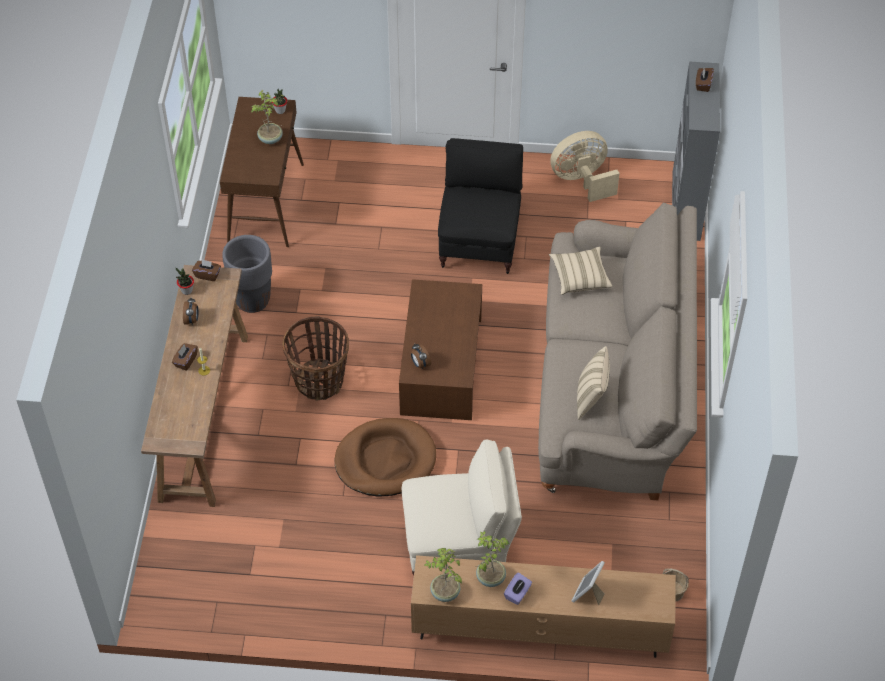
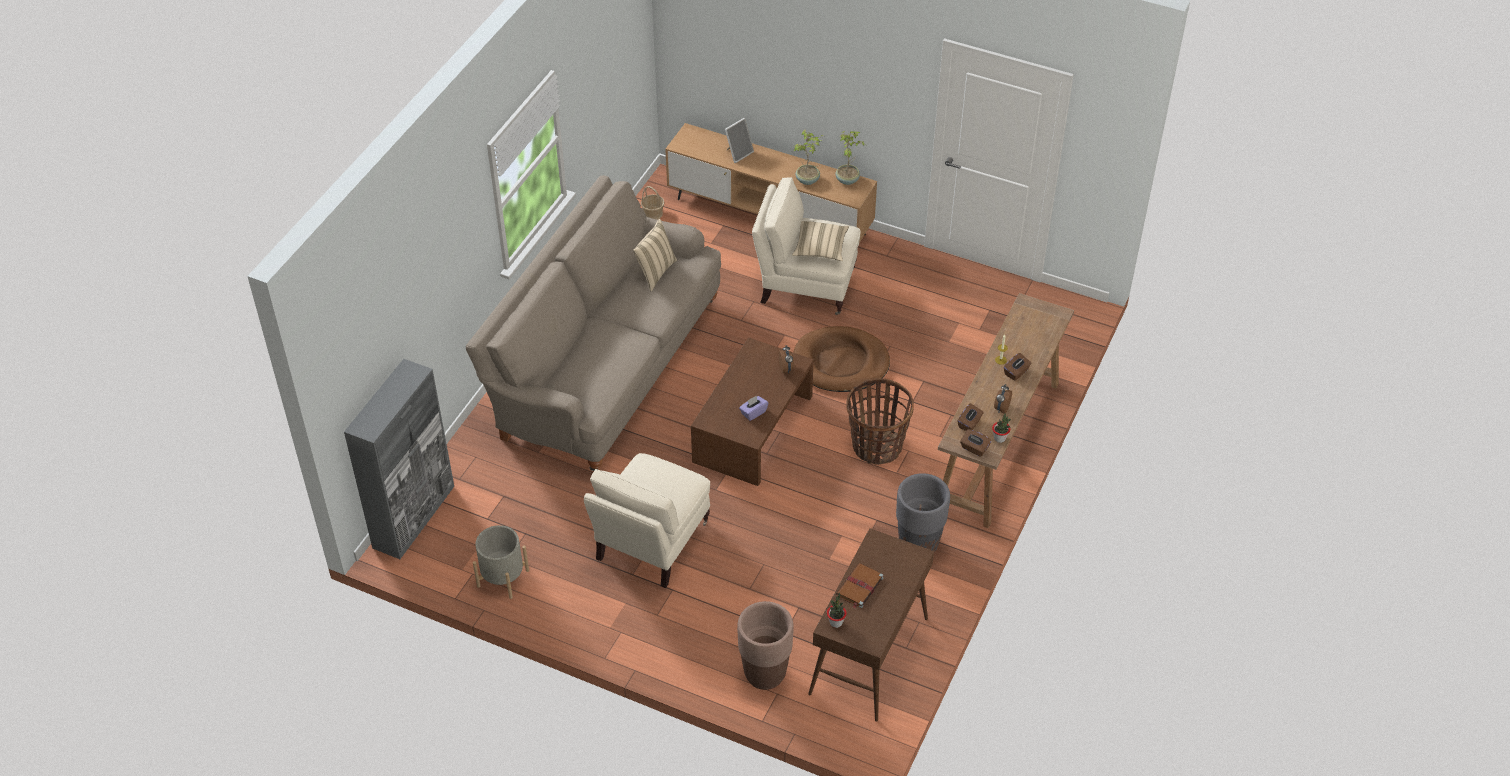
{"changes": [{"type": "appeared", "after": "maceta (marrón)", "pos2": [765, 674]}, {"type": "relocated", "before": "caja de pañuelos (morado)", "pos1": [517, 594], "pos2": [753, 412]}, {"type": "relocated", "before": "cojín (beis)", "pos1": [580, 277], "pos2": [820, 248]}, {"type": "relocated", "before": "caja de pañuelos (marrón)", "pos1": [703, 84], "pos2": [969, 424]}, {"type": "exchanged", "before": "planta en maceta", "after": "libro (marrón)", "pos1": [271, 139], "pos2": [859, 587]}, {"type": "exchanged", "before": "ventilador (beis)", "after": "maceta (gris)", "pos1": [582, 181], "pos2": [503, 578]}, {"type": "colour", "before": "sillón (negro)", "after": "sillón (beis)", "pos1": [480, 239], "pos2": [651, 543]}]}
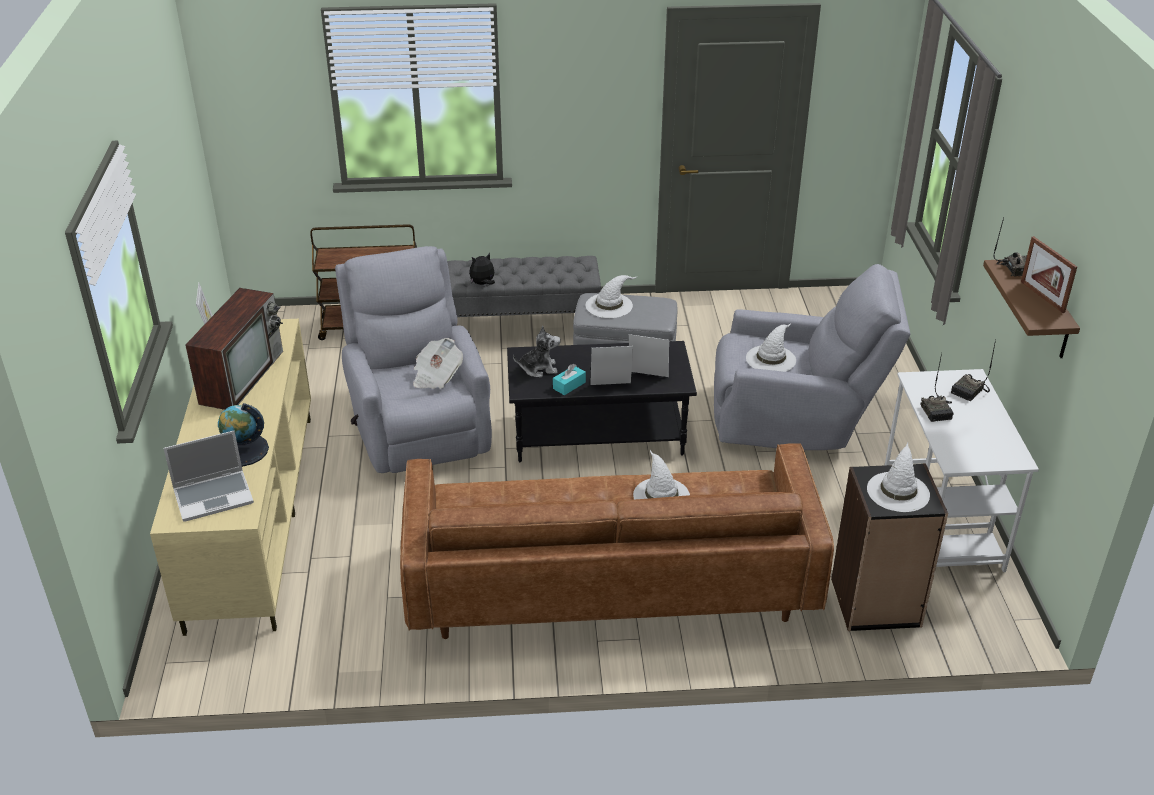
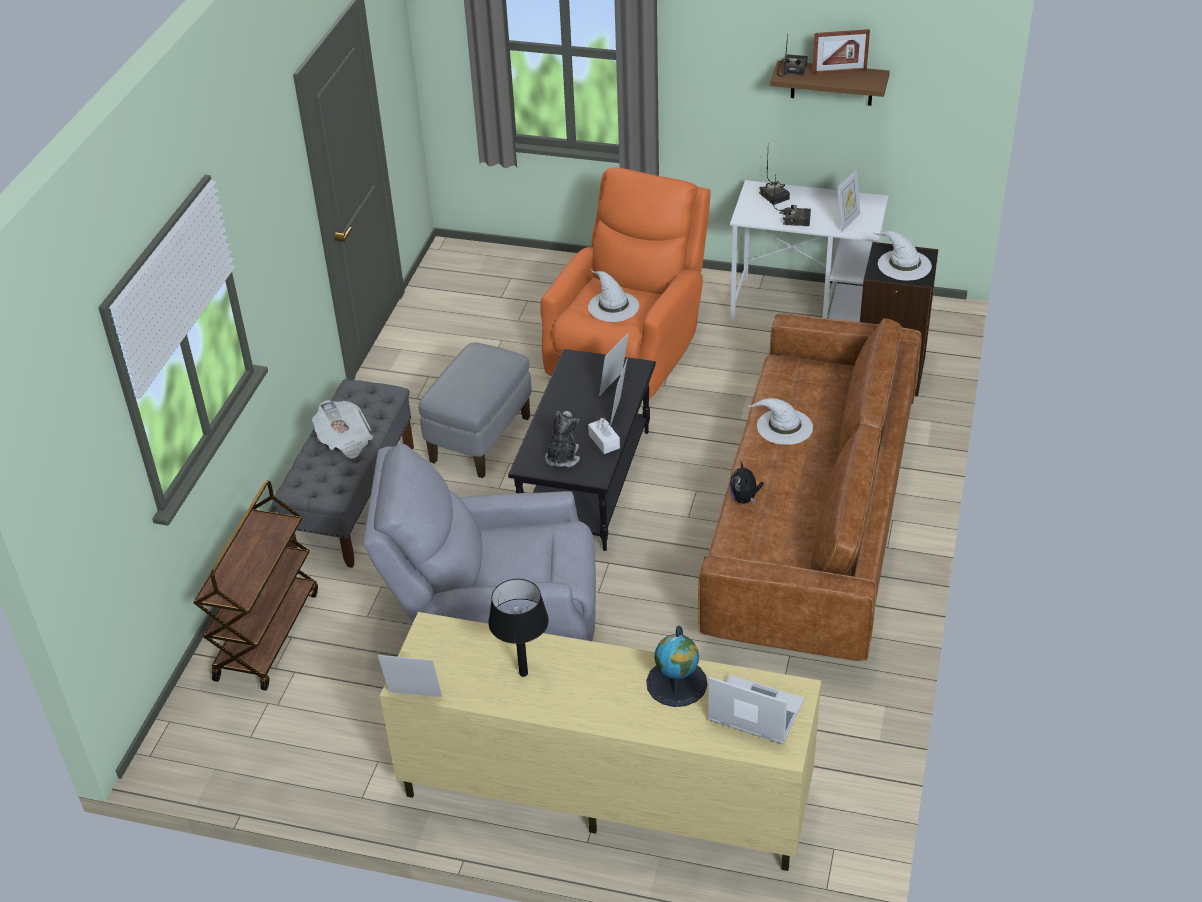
{"changes": [{"type": "missing", "before": "sombrero (blanco)", "pos1": [609, 305]}, {"type": "appeared", "after": "portarretratos", "pos2": [847, 221]}, {"type": "relocated", "before": "periódico", "pos1": [436, 376], "pos2": [345, 440]}, {"type": "relocated", "before": "peluche", "pos1": [483, 284], "pos2": [744, 499]}, {"type": "exchanged", "before": "televisor", "after": "lámpara de mesa (negro)", "pos1": [242, 376], "pos2": [523, 673]}, {"type": "colour", "before": "caja de pañuelos (turquesa)", "after": "caja de pañuelos (blanco)", "pos1": [569, 385], "pos2": [604, 441]}, {"type": "colour", "before": "sillón (gris)", "after": "sillón (naranja)", "pos1": [796, 419], "pos2": [628, 347]}, {"type": "spun", "before": "portátil", "pos1": [214, 496], "pos2": [754, 712], "turn": -60}]}
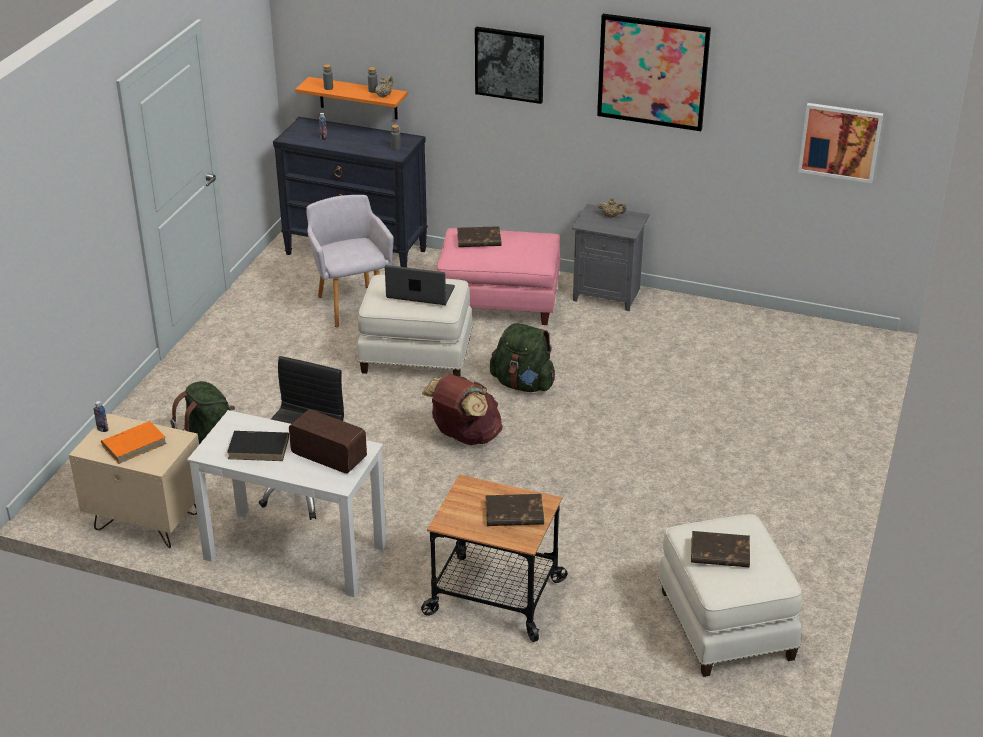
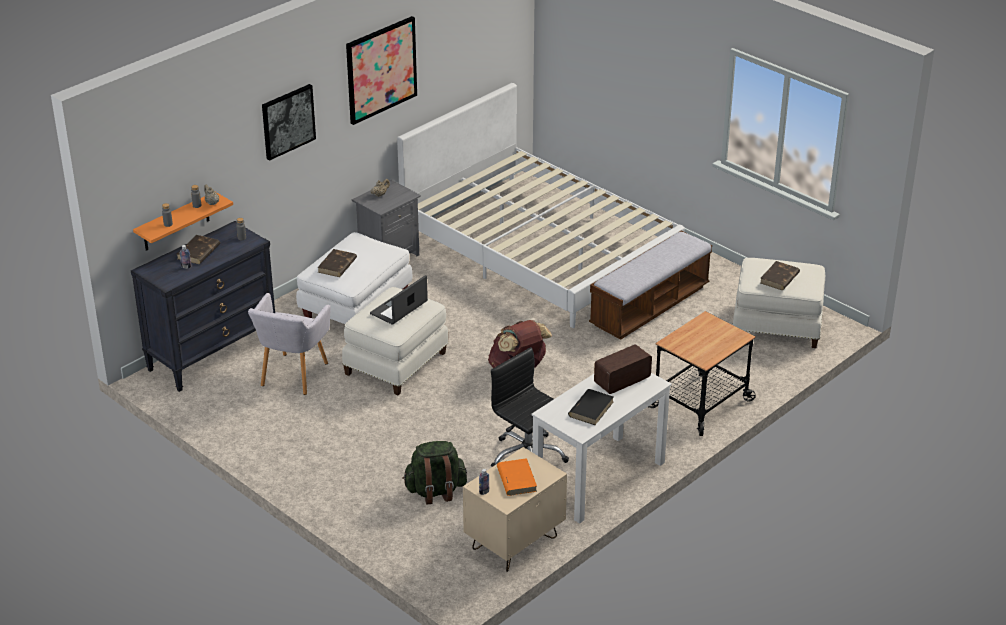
{"changes": [{"type": "missing", "before": "mochila (verde)", "pos1": [523, 384]}, {"type": "missing", "before": "cuadro", "pos1": [840, 142]}, {"type": "appeared", "after": "cama (blanco)", "pos2": [540, 248]}, {"type": "appeared", "after": "banco", "pos2": [650, 306]}, {"type": "relocated", "before": "libro (marrón)", "pos1": [513, 514], "pos2": [198, 252]}, {"type": "colour", "before": "puf (rosa)", "after": "puf (blanco)", "pos1": [500, 302], "pos2": [355, 306]}, {"type": "spun", "before": "sillón (gris)", "pos1": [351, 303], "pos2": [292, 376], "turn": -75}]}
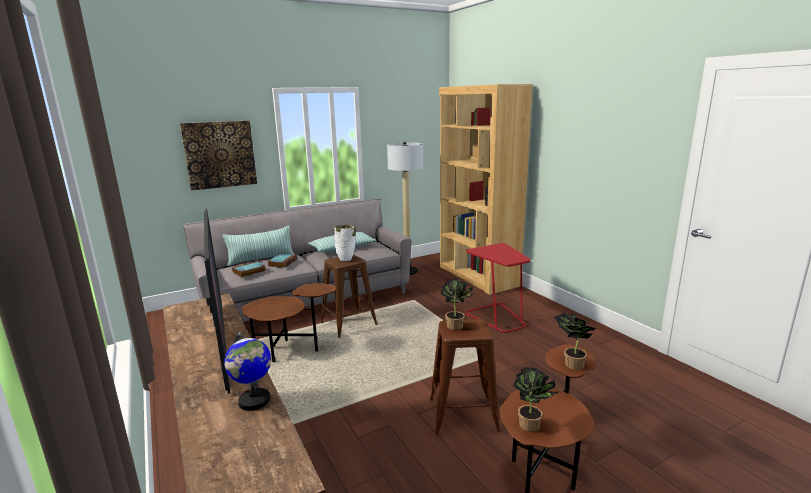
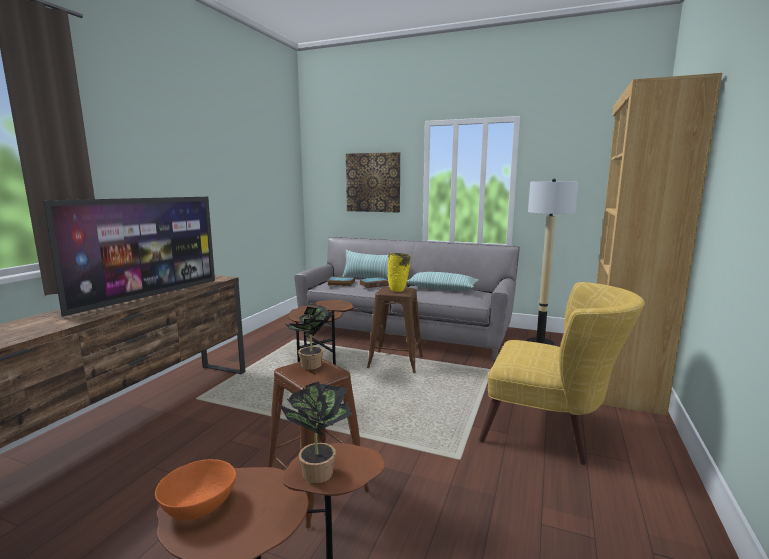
{"changes": [{"type": "missing", "before": "globo terráqueo", "pos1": [254, 401]}, {"type": "exchanged", "before": "mesa auxiliar (rojo)", "after": "sillón (amarillo)", "pos1": [497, 318], "pos2": [551, 430]}, {"type": "exchanged", "before": "planta en maceta", "after": "cuenco (naranja)", "pos1": [532, 426], "pos2": [198, 505]}, {"type": "colour", "before": "florero (blanco)", "after": "florero (amarillo)", "pos1": [347, 259], "pos2": [398, 291]}]}
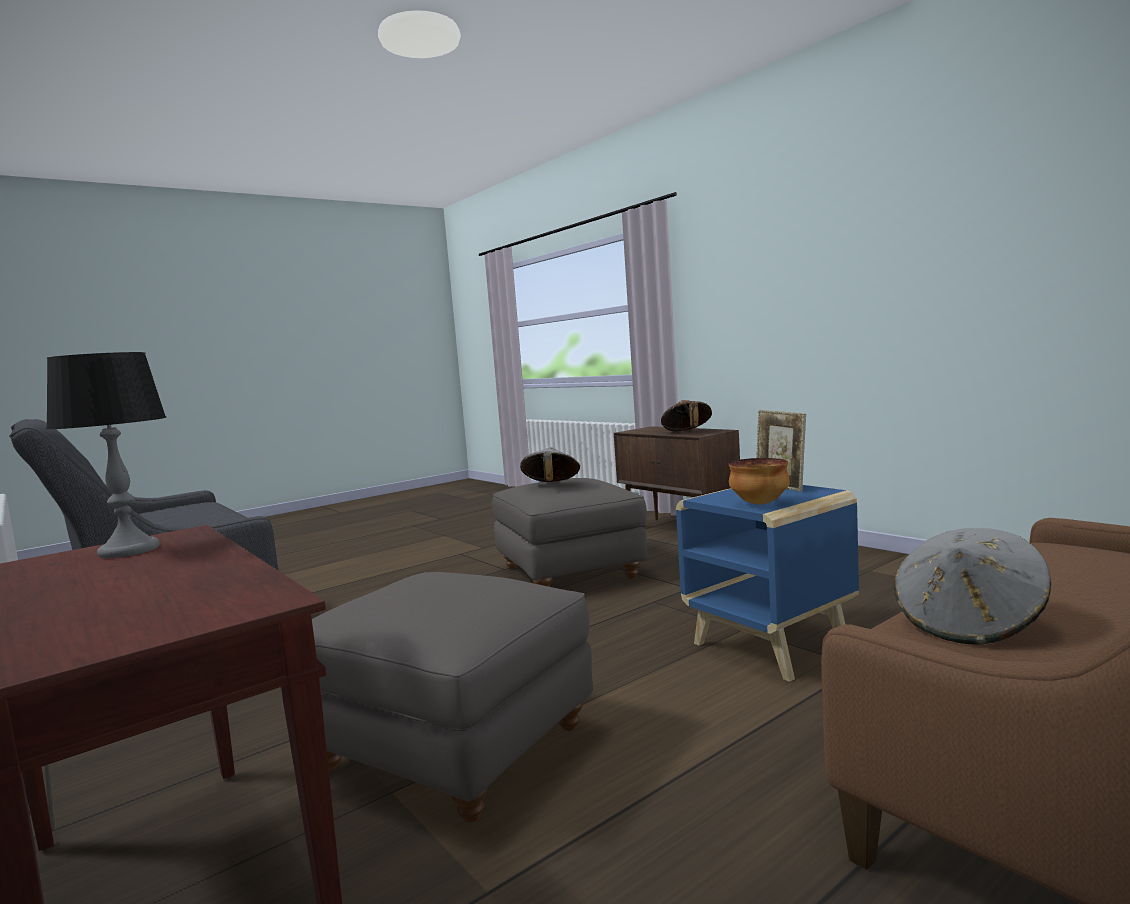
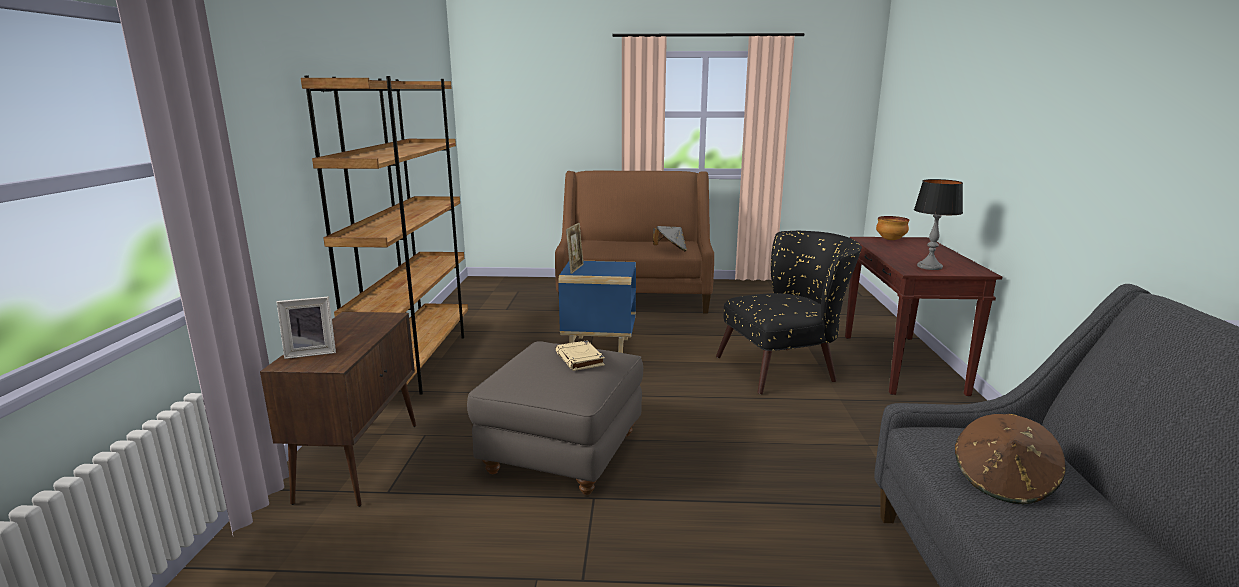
{"changes": [{"type": "appeared", "after": "portarretratos", "pos2": [311, 352]}, {"type": "appeared", "after": "estantería (marrón)", "pos2": [417, 362]}, {"type": "relocated", "before": "sombrero (marrón)", "pos1": [687, 432], "pos2": [1003, 482]}, {"type": "relocated", "before": "cuenco", "pos1": [759, 503], "pos2": [890, 240]}, {"type": "exchanged", "before": "puf (gris)", "after": "sillón (negro)", "pos1": [450, 749], "pos2": [786, 368]}, {"type": "exchanged", "before": "sombrero (gris)", "after": "libro (beis)", "pos1": [551, 485], "pos2": [580, 359]}]}
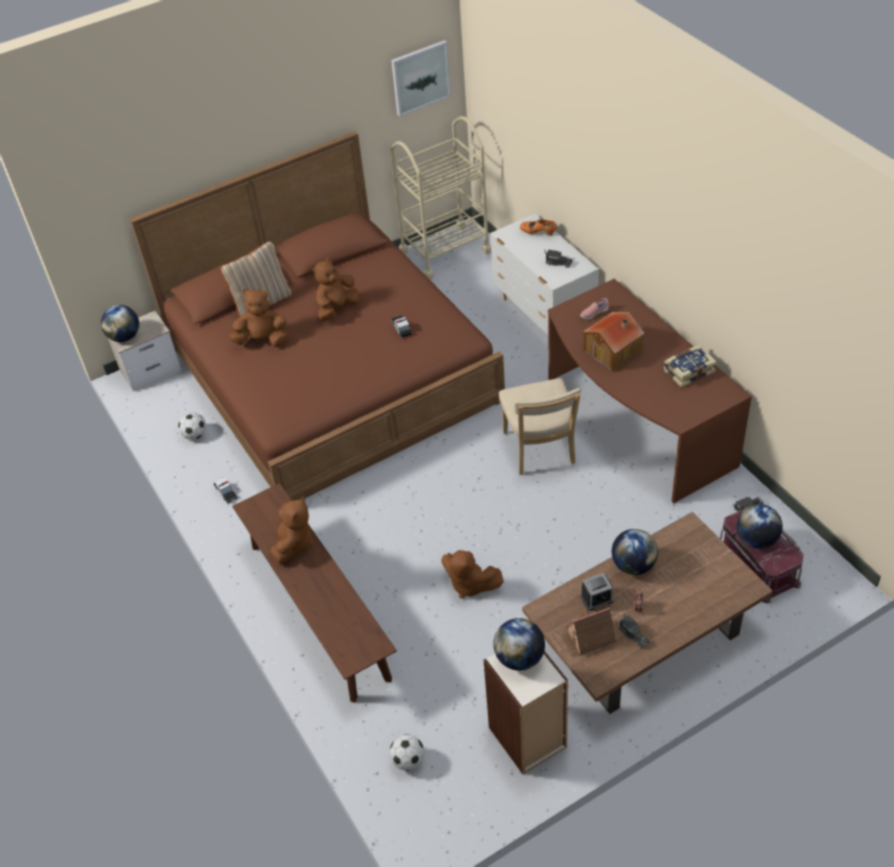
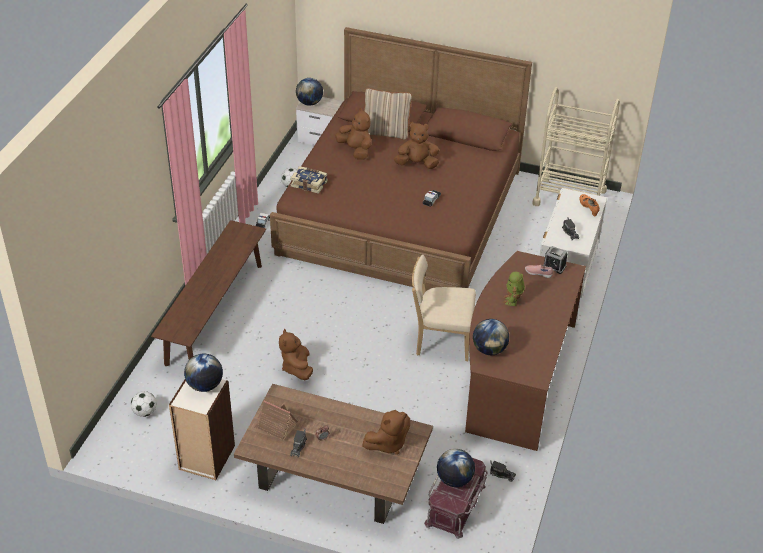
{"changes": [{"type": "missing", "before": "cuadro", "pos1": [420, 77]}, {"type": "relocated", "before": "peluche (marrón)", "pos1": [293, 543], "pos2": [388, 443]}, {"type": "relocated", "before": "despertador", "pos1": [596, 599], "pos2": [554, 266]}, {"type": "relocated", "before": "globo terráqueo", "pos1": [633, 565], "pos2": [489, 349]}, {"type": "relocated", "before": "libro", "pos1": [688, 371], "pos2": [309, 184]}, {"type": "exchanged", "before": "casita", "after": "robot de juguete", "pos1": [613, 351], "pos2": [513, 301]}, {"type": "spun", "before": "silla (beis)", "pos1": [540, 451], "pos2": [440, 341], "turn": 60}]}
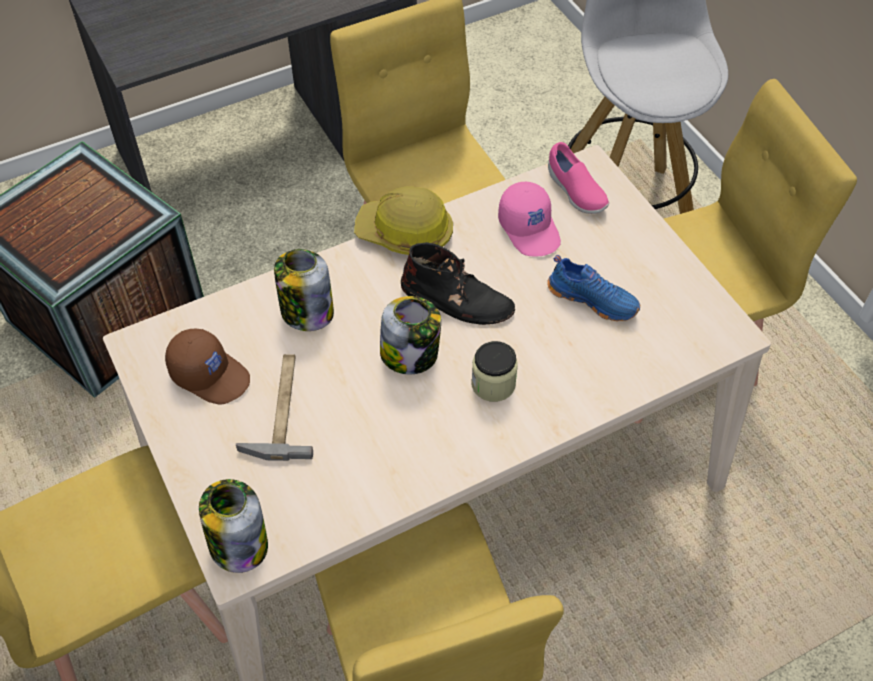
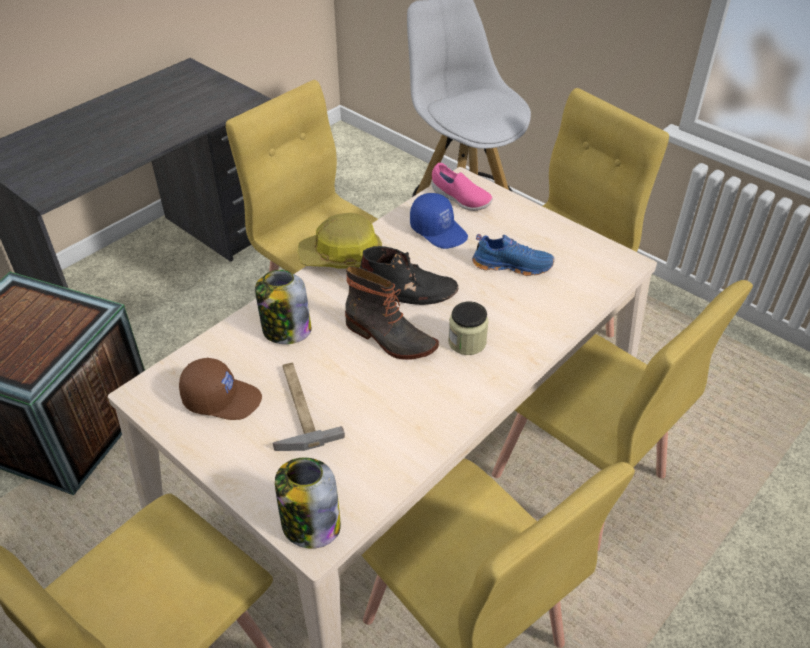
{"changes": [{"type": "appeared", "after": "silla (amarillo)", "pos2": [579, 477]}, {"type": "exchanged", "before": "tarro", "after": "bota", "pos1": [410, 354], "pos2": [389, 338]}, {"type": "colour", "before": "gorra (rosa)", "after": "gorra (azul)", "pos1": [530, 229], "pos2": [439, 230]}]}
